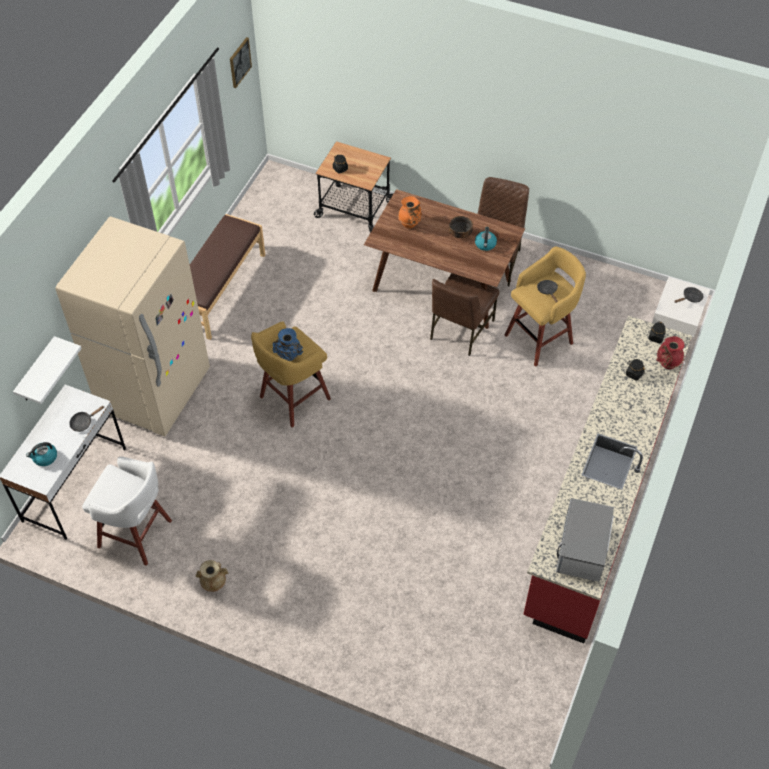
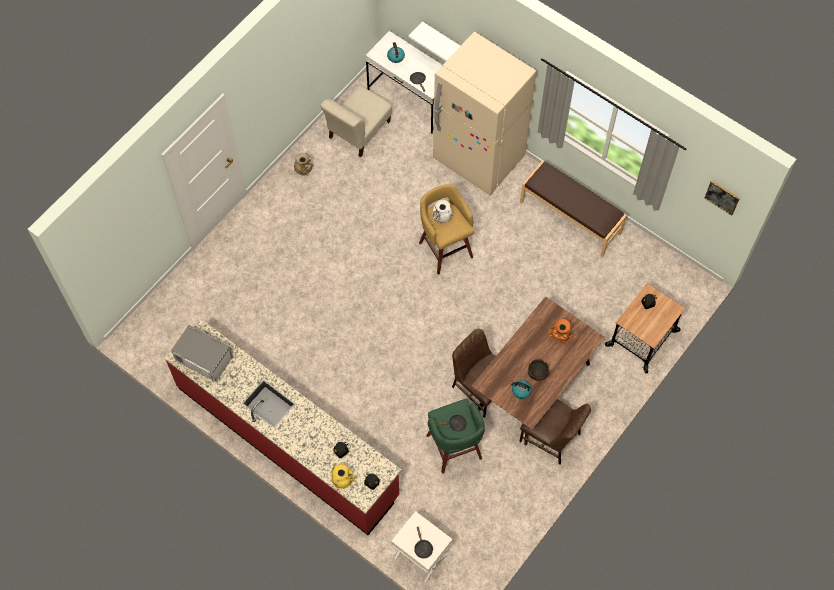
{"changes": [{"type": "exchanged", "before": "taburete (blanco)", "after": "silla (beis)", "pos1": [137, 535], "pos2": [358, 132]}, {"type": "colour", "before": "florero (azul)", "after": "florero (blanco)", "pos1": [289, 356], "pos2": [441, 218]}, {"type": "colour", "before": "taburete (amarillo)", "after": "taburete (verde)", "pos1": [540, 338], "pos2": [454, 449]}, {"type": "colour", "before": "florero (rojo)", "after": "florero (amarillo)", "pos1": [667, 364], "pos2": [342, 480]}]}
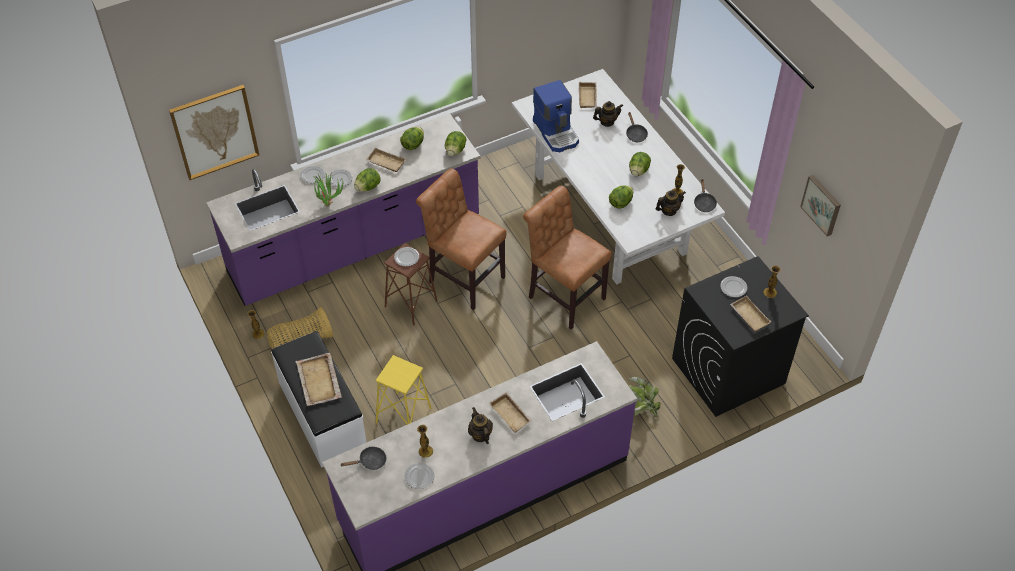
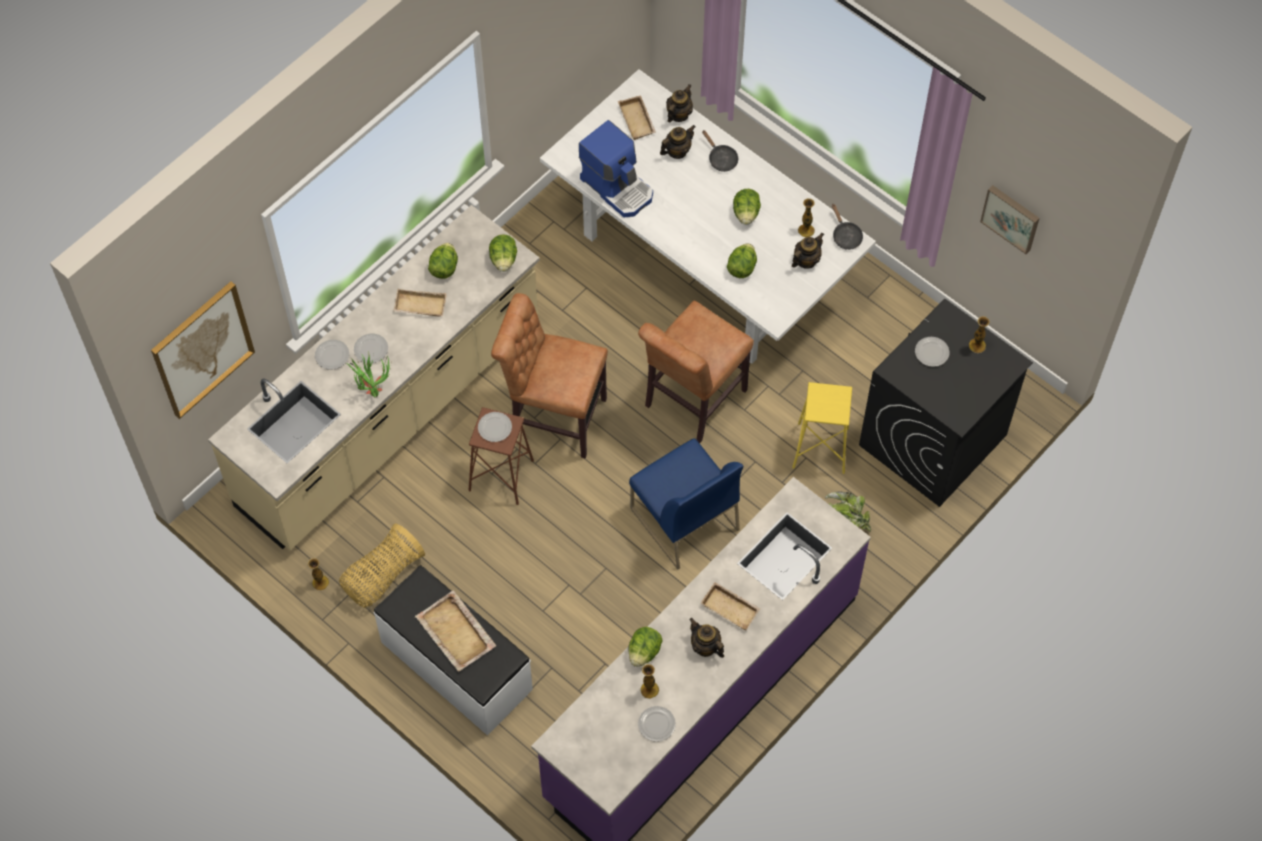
{"changes": [{"type": "missing", "before": "sartén (negro)", "pos1": [370, 461]}, {"type": "missing", "before": "bandeja (beis)", "pos1": [748, 316]}, {"type": "appeared", "after": "silla (azul)", "pos2": [683, 519]}, {"type": "appeared", "after": "tetera", "pos2": [678, 114]}, {"type": "relocated", "before": "lechuga", "pos1": [368, 187], "pos2": [644, 652]}, {"type": "relocated", "before": "taburete (amarillo)", "pos1": [403, 415], "pos2": [820, 448]}, {"type": "colour", "before": "mueble bajo de cocina (morado)", "after": "mueble bajo de cocina (beis)", "pos1": [355, 247], "pos2": [391, 416]}, {"type": "spun", "before": "silla (marrón)", "pos1": [563, 296], "pos2": [692, 401], "turn": -75}]}
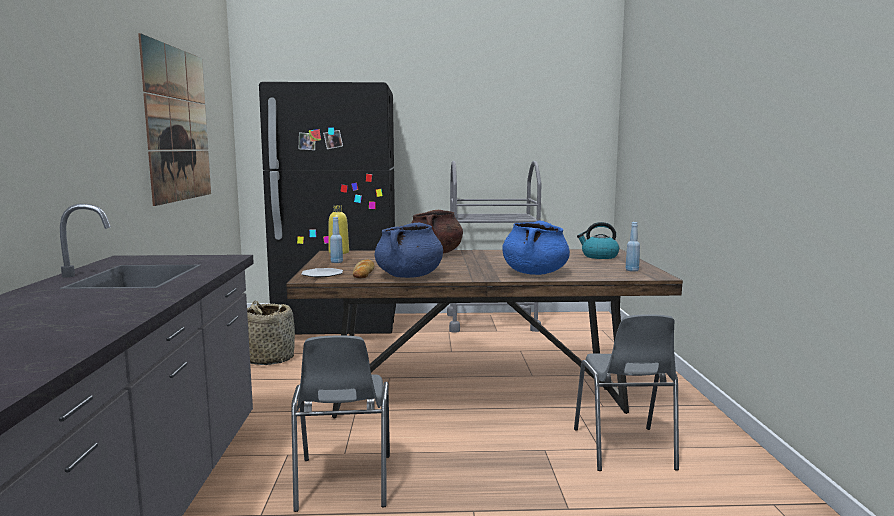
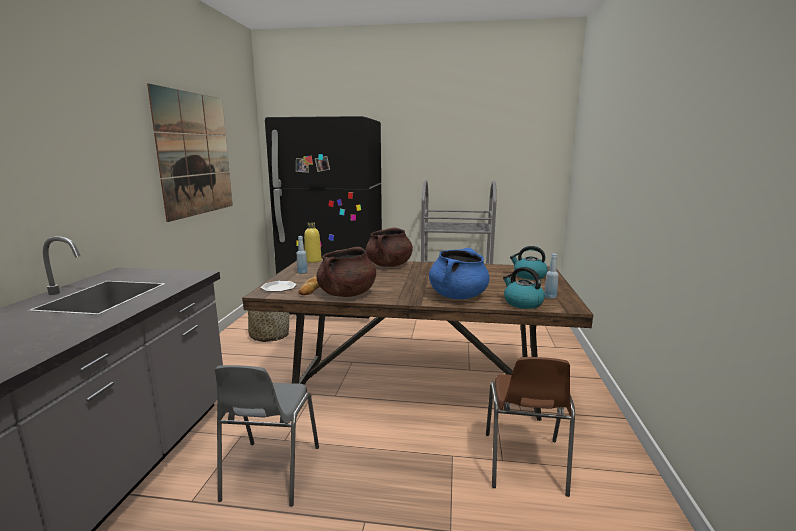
{"changes": [{"type": "appeared", "after": "hervidor", "pos2": [522, 303]}, {"type": "colour", "before": "olla (azul)", "after": "olla (marrón)", "pos1": [409, 276], "pos2": [347, 294]}, {"type": "colour", "before": "silla (gris)", "after": "silla (marrón)", "pos1": [624, 450], "pos2": [524, 464]}]}
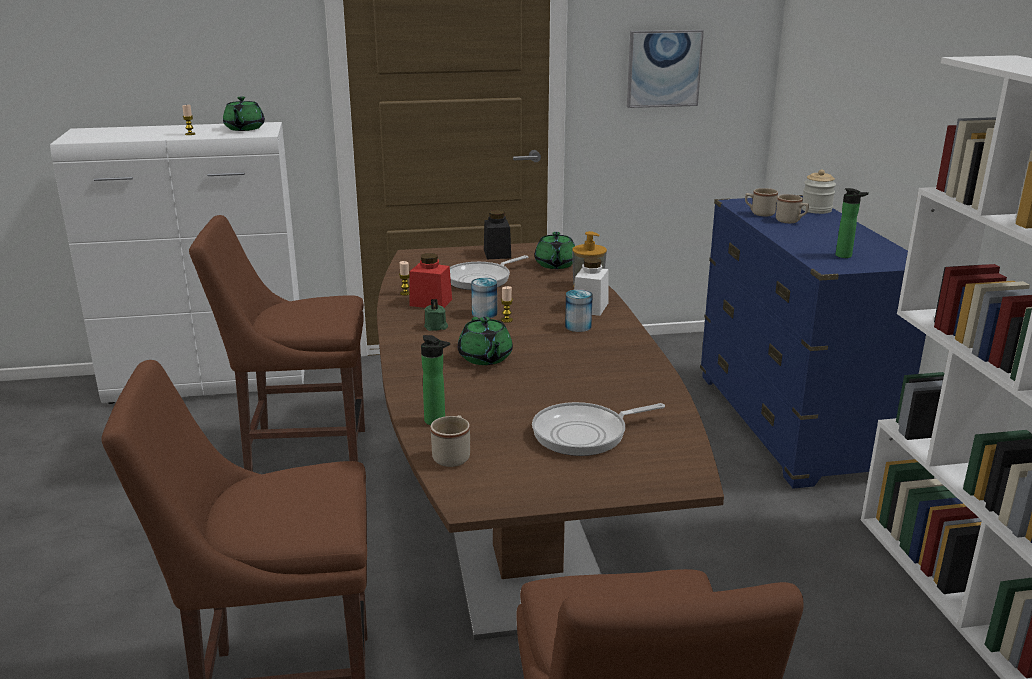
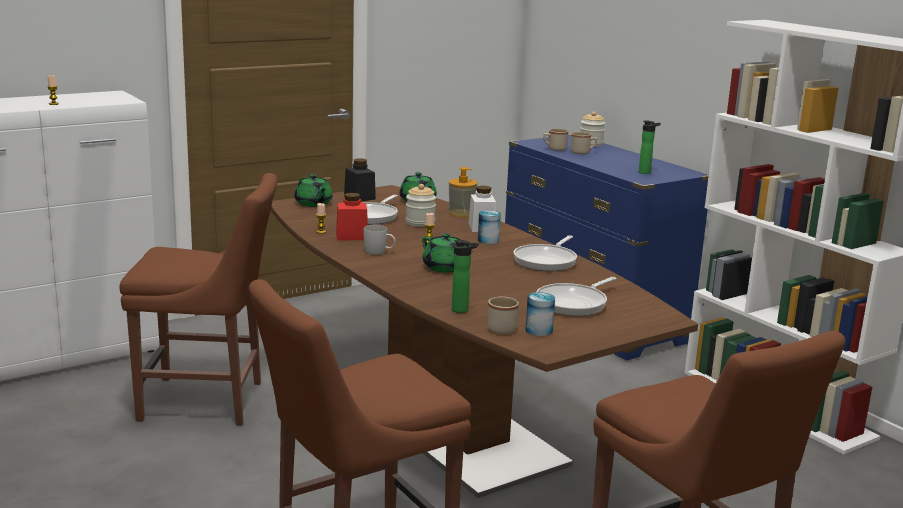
{"changes": [{"type": "missing", "before": "cuadro", "pos1": [663, 68]}, {"type": "appeared", "after": "tarro", "pos2": [420, 223]}, {"type": "appeared", "after": "sartén", "pos2": [547, 261]}, {"type": "relocated", "before": "tetera (verde)", "pos1": [244, 129], "pos2": [313, 203]}, {"type": "relocated", "before": "lata", "pos1": [484, 314], "pos2": [538, 330]}, {"type": "exchanged", "before": "vela (verde)", "after": "taza grande (blanco)", "pos1": [436, 327], "pos2": [379, 252]}, {"type": "spun", "before": "silla (marrón)", "pos1": [300, 455], "pos2": [208, 401], "turn": -150}]}
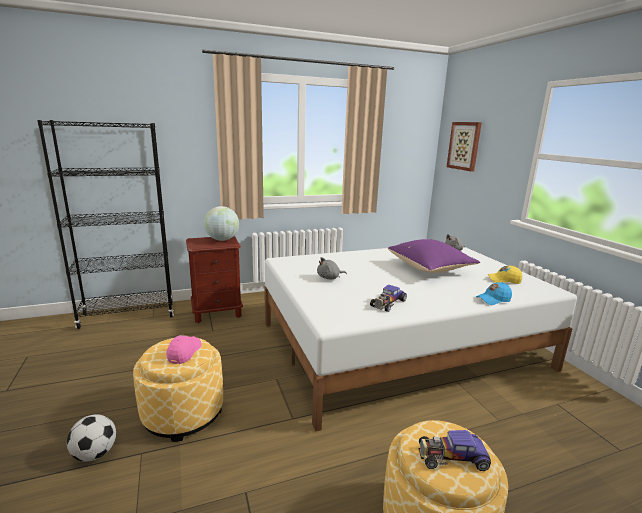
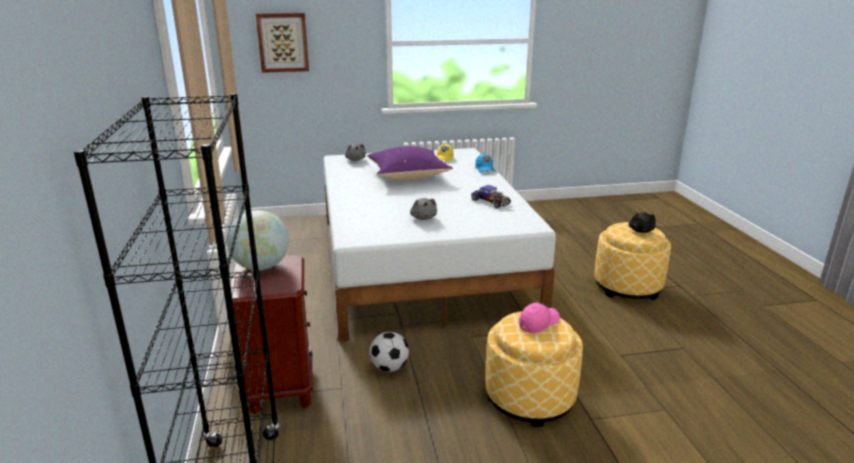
{"changes": [{"type": "relocated", "before": "balón de fútbol", "pos1": [95, 454], "pos2": [389, 367]}, {"type": "exchanged", "before": "coche de juguete", "after": "peluche (negro)", "pos1": [452, 457], "pos2": [641, 231]}, {"type": "spun", "before": "gorra (rosa)", "pos1": [184, 352], "pos2": [538, 323], "turn": 120}]}
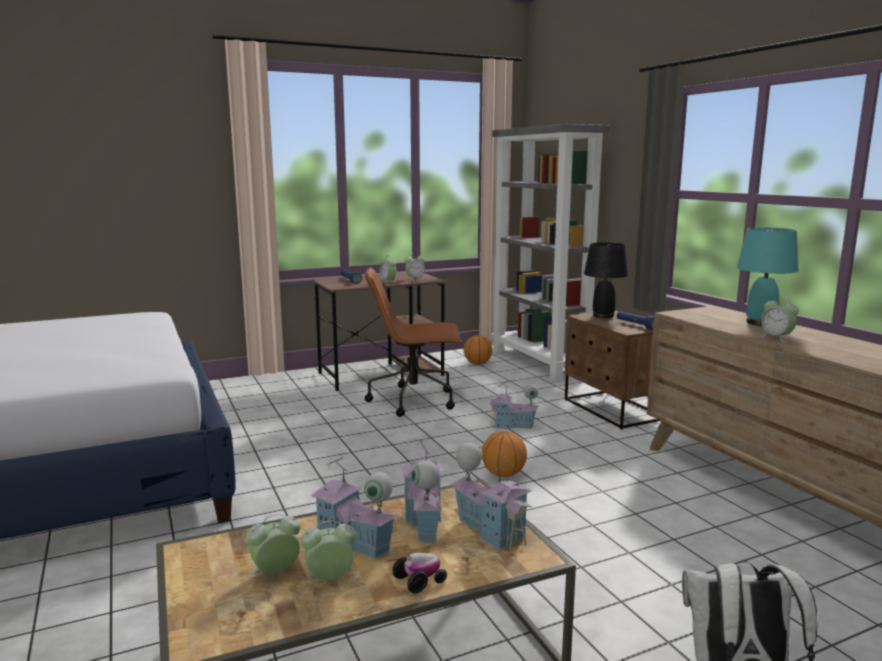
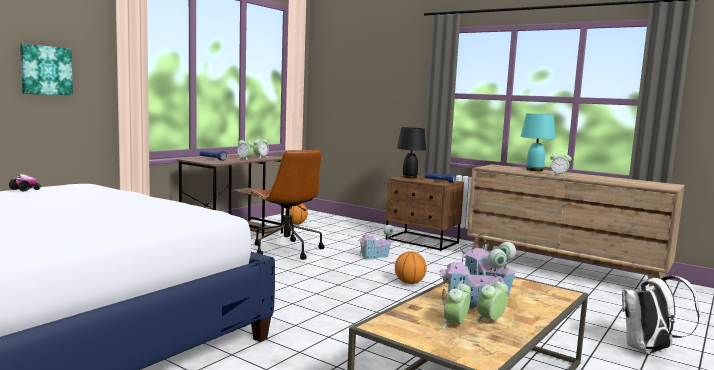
{"changes": [{"type": "missing", "before": "casita", "pos1": [491, 530]}, {"type": "missing", "before": "estantería (gris)", "pos1": [539, 363]}, {"type": "appeared", "after": "cuadro", "pos2": [46, 70]}, {"type": "relocated", "before": "coche de juguete", "pos1": [420, 581], "pos2": [25, 190]}, {"type": "spun", "before": "silla de oficina (marrón)", "pos1": [415, 400], "pos2": [286, 250], "turn": -90}]}
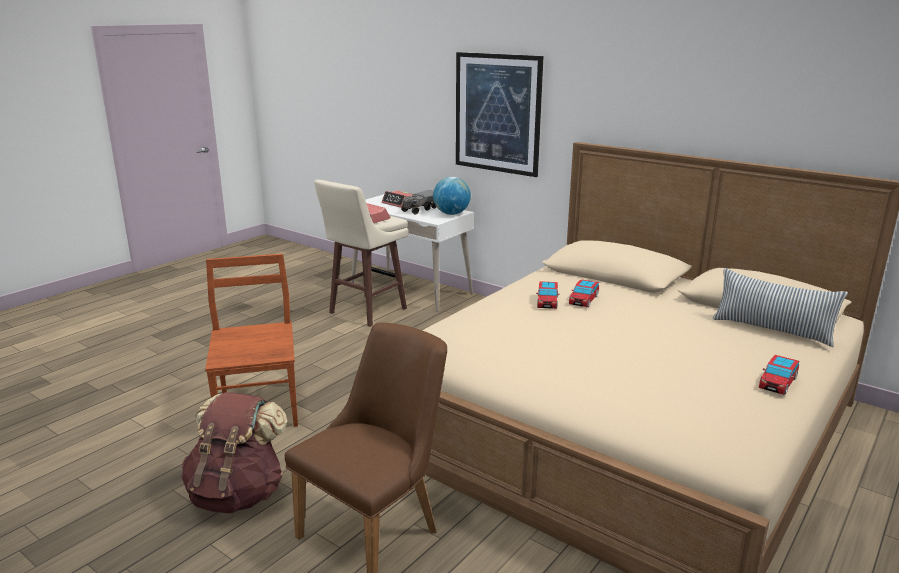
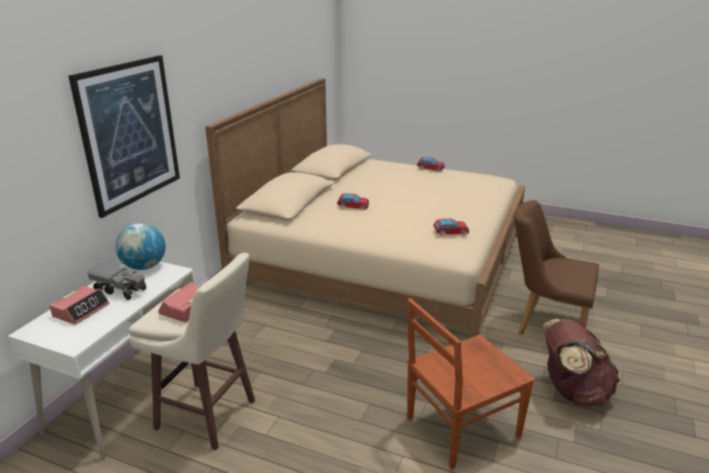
{"changes": [{"type": "missing", "before": "cojín", "pos1": [772, 330]}, {"type": "relocated", "before": "coche de juguete", "pos1": [547, 302], "pos2": [450, 232]}]}
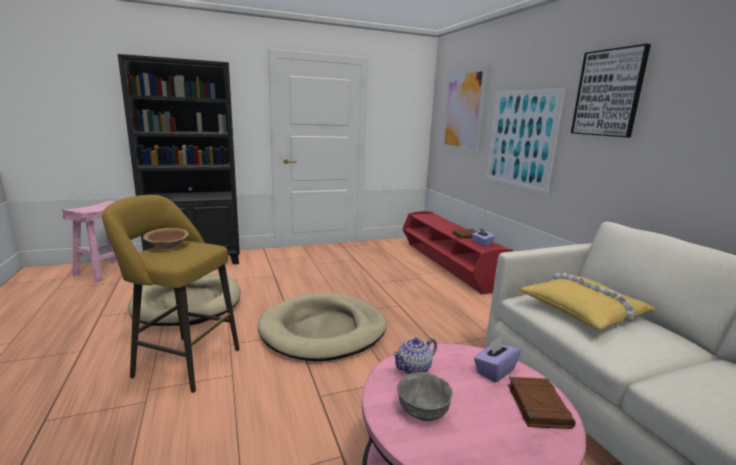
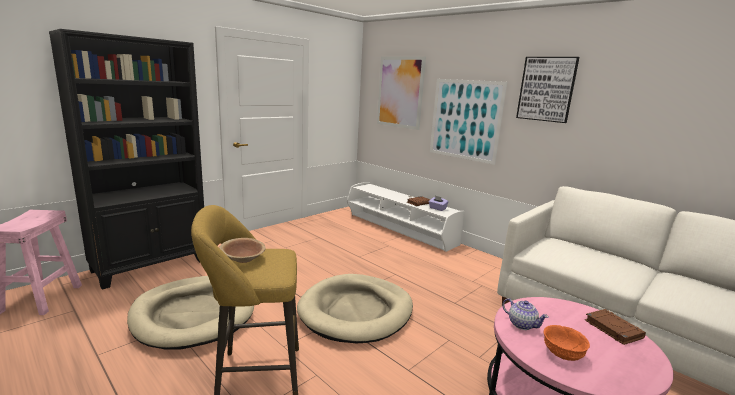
{"changes": [{"type": "missing", "before": "caja de pañuelos (morado)", "pos1": [494, 371]}, {"type": "missing", "before": "cojín (amarillo)", "pos1": [583, 309]}, {"type": "colour", "before": "cuenco (gris)", "after": "cuenco (naranja)", "pos1": [423, 410], "pos2": [562, 353]}, {"type": "colour", "before": "mueble de televisión (rojo)", "after": "mueble de televisión (blanco)", "pos1": [447, 265], "pos2": [399, 230]}, {"type": "spun", "before": "tetera", "pos1": [414, 368], "pos2": [521, 324], "turn": -75}]}
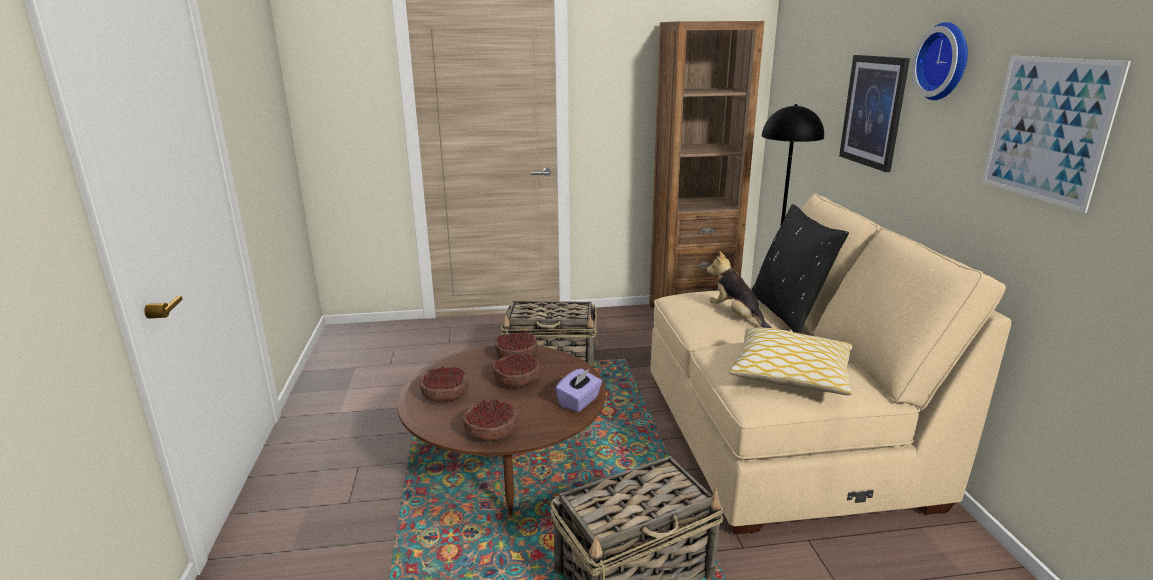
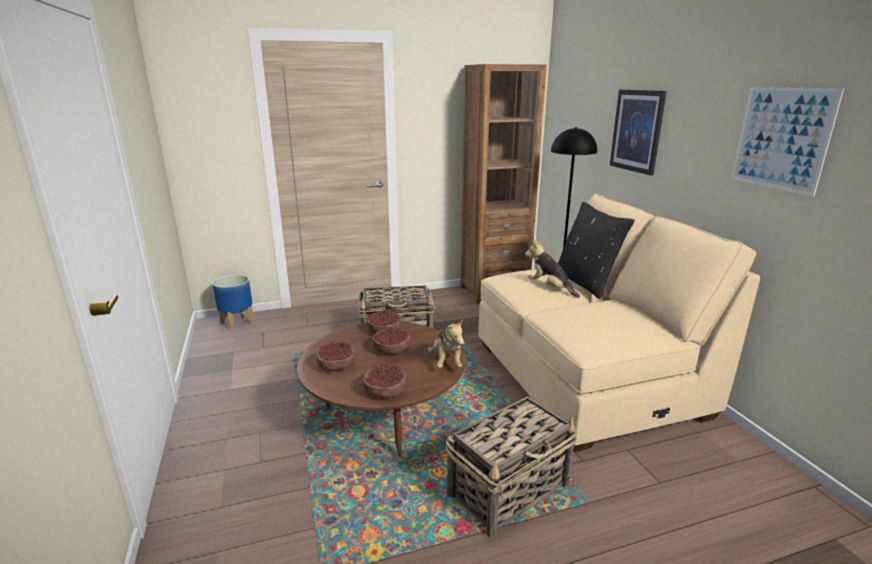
{"changes": [{"type": "missing", "before": "cojín", "pos1": [791, 374]}, {"type": "missing", "before": "reloj de pared", "pos1": [945, 61]}, {"type": "appeared", "after": "maceta", "pos2": [238, 323]}, {"type": "exchanged", "before": "caja de pañuelos (morado)", "after": "peluche", "pos1": [579, 402], "pos2": [446, 361]}]}
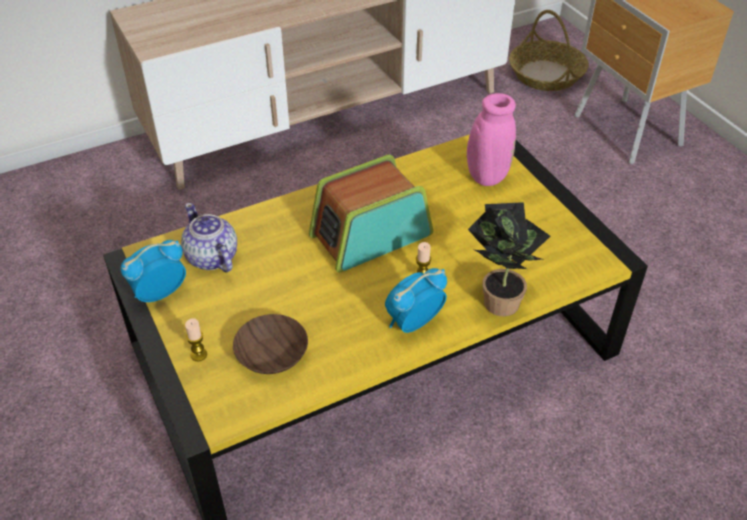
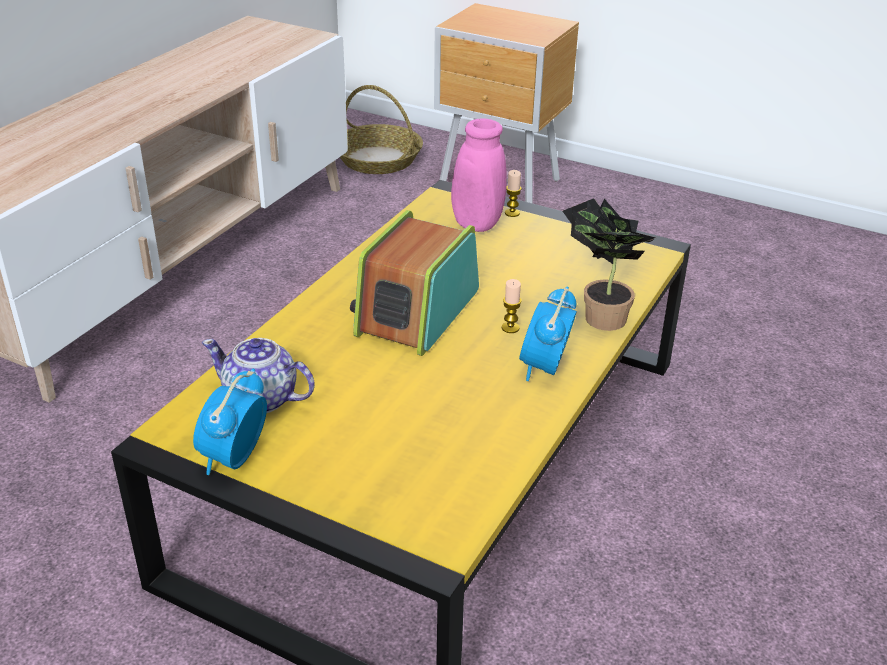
{"changes": [{"type": "missing", "before": "cuenco (marrón)", "pos1": [270, 353]}, {"type": "relocated", "before": "vela", "pos1": [199, 355], "pos2": [512, 213]}]}
